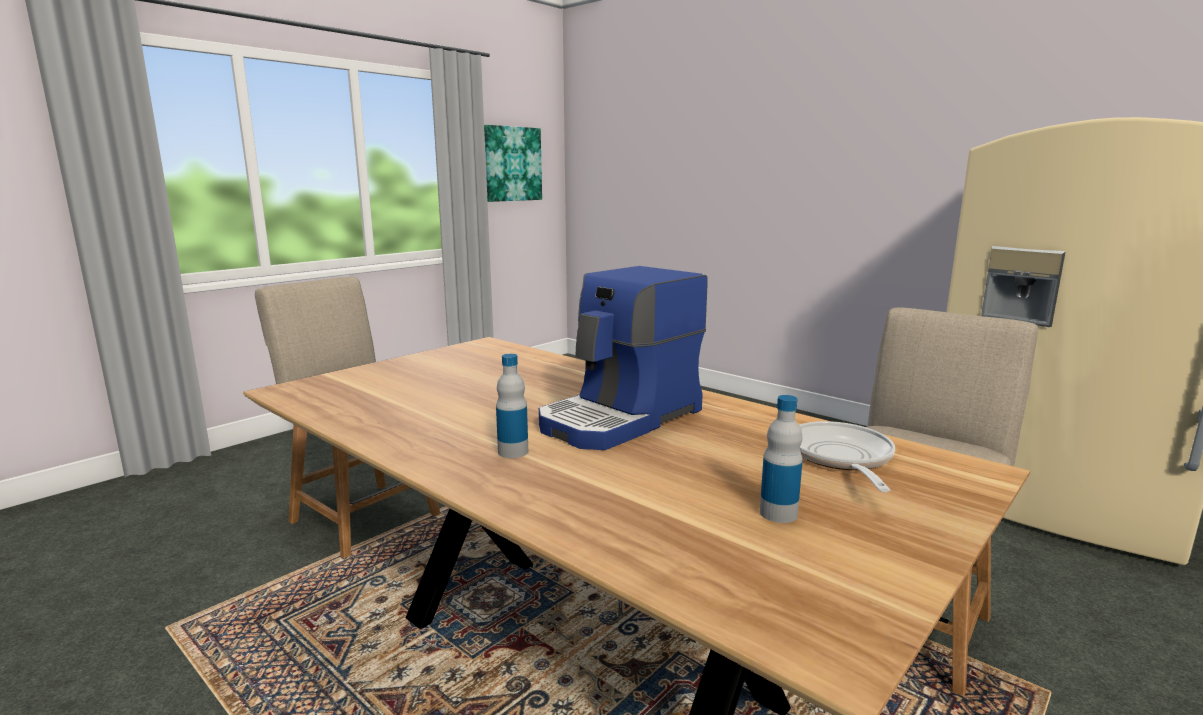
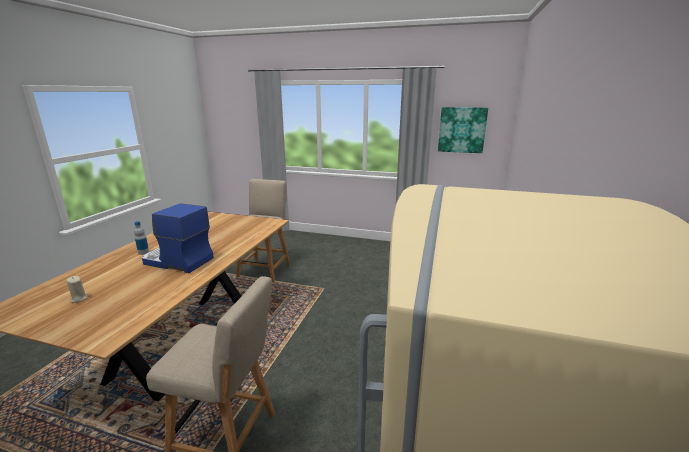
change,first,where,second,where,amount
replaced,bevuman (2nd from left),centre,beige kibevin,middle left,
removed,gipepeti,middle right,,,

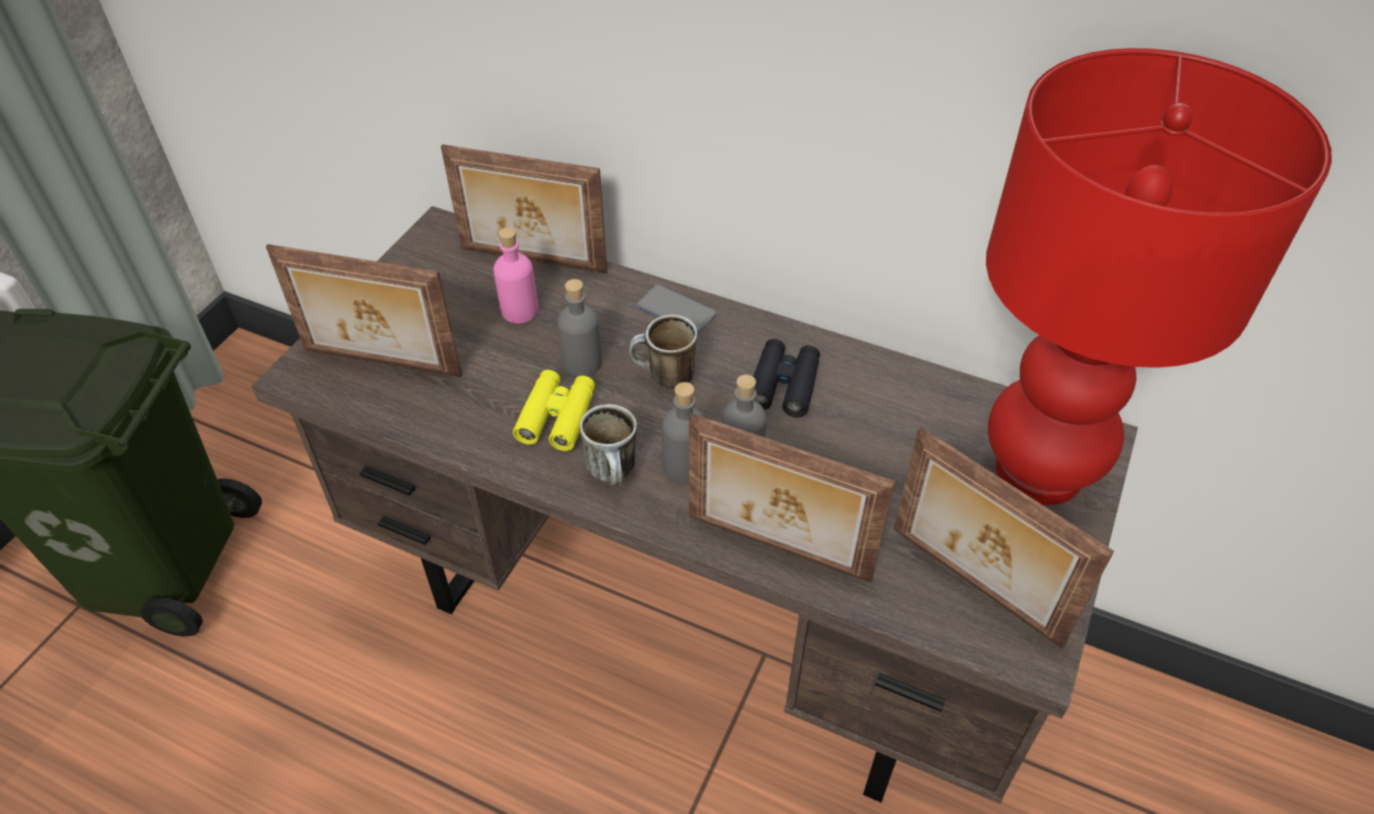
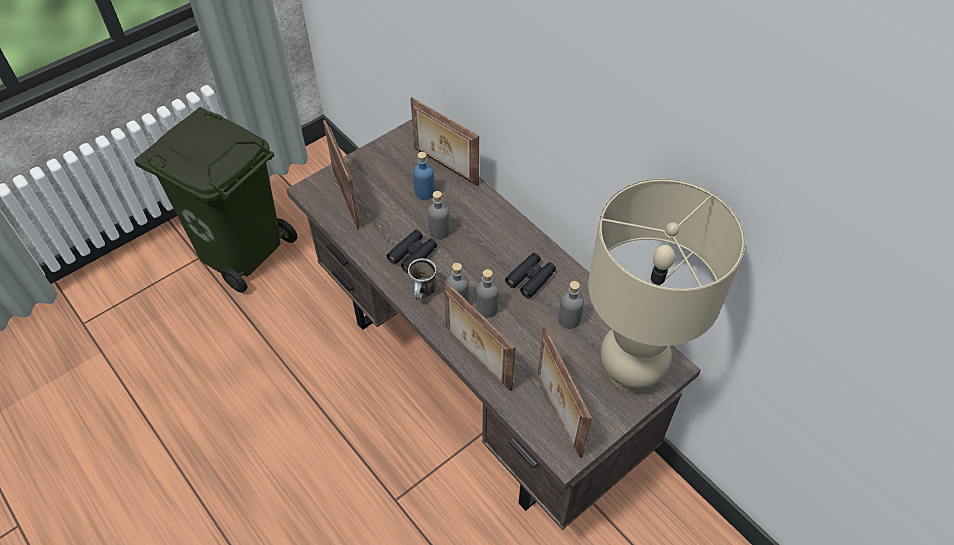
change,first,where,second,where,amount
turned,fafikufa (1st from left),middle left,,top centre,150 degrees counterclockwise
recoloured,pink bevuman,centre,blue bevuman,top centre,
recoloured,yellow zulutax,centre,black zulutax (1st from left),centre,
removed,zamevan (2nd from left),centre,,,
removed,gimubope,centre,,,
recoloured,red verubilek,middle right,beige verubilek,middle right,
added,,,grey bevuman (4th from left),centre,

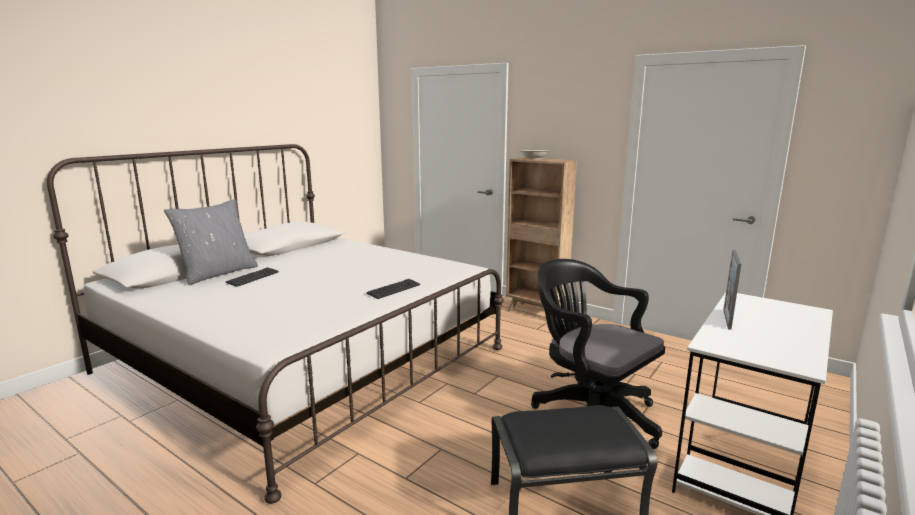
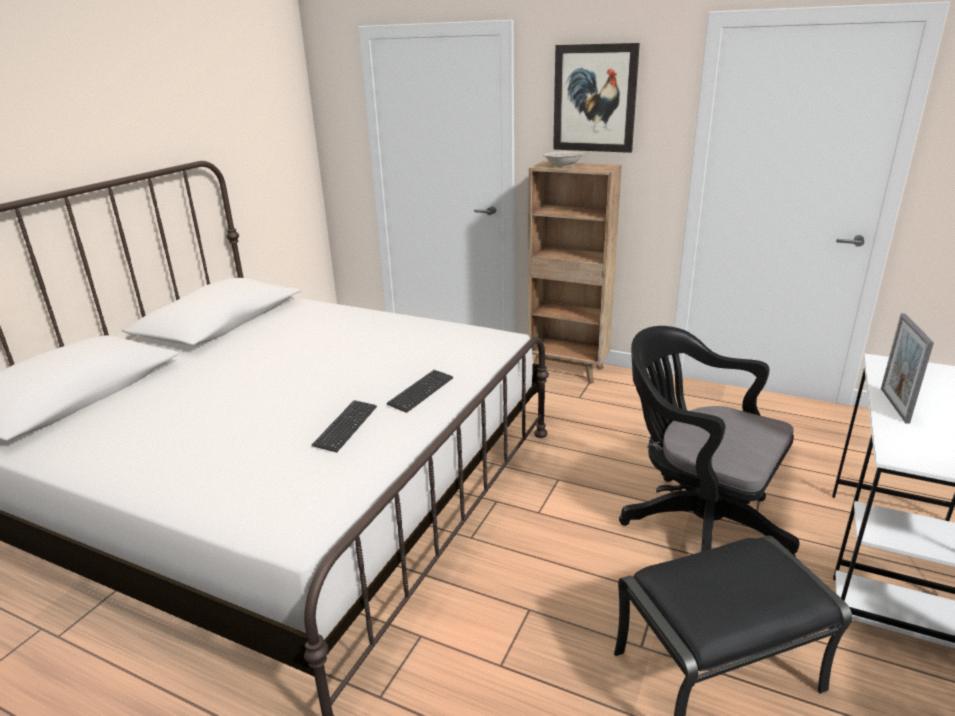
change,first,where,second,where,amount
removed,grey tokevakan,middle left,,,
moved,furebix (1st from left),middle left,,centre,
added,,,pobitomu,top centre,

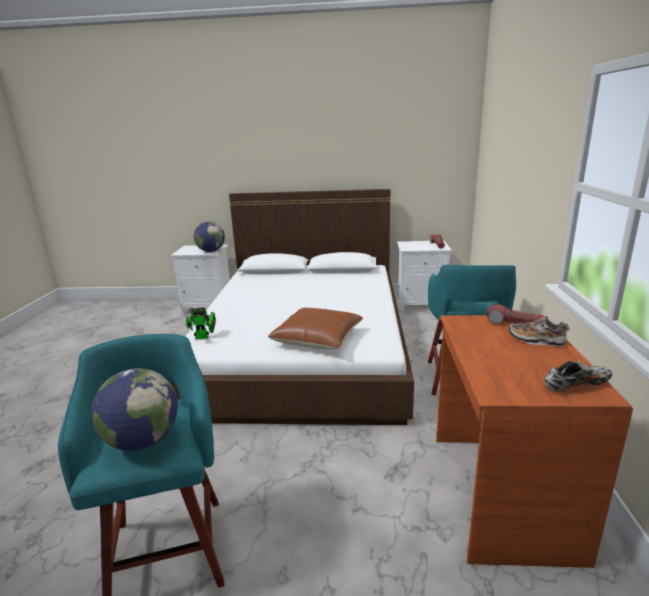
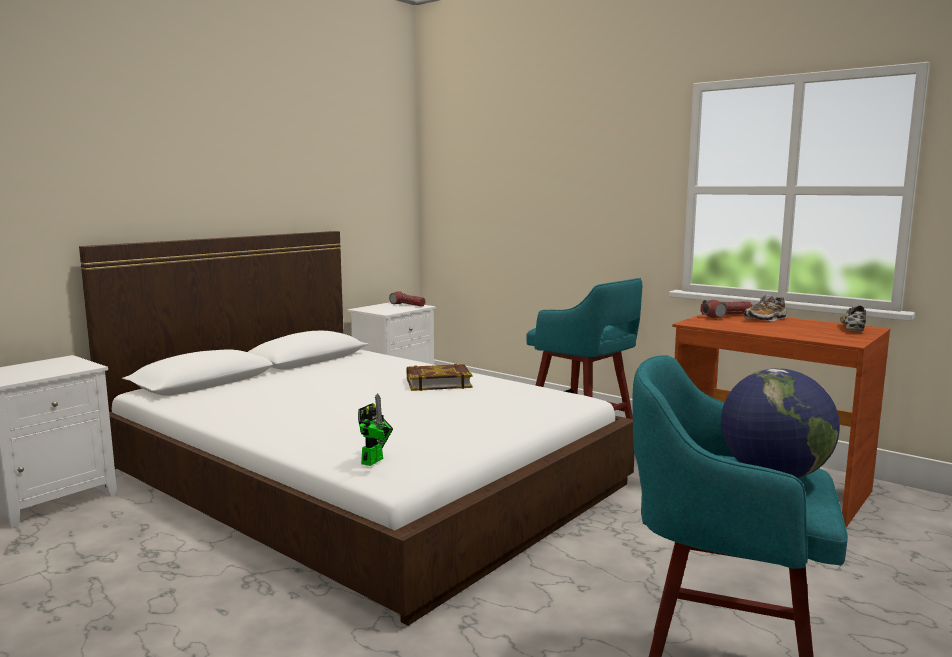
change,first,where,second,where,amount
removed,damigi (2nd from left),middle left,,,
removed,brown tokevakan,centre,,,
added,,,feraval,centre,

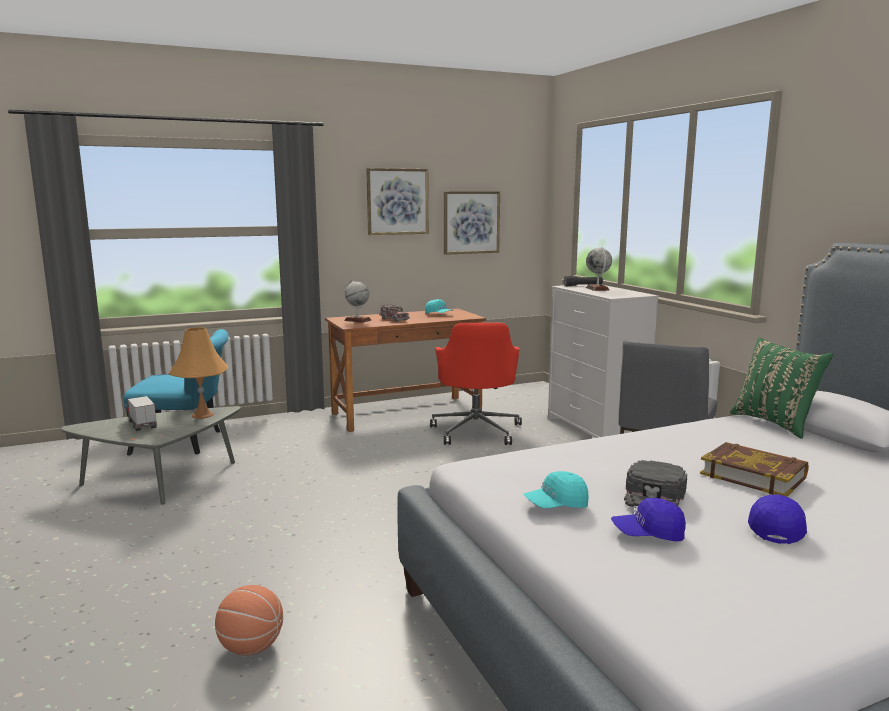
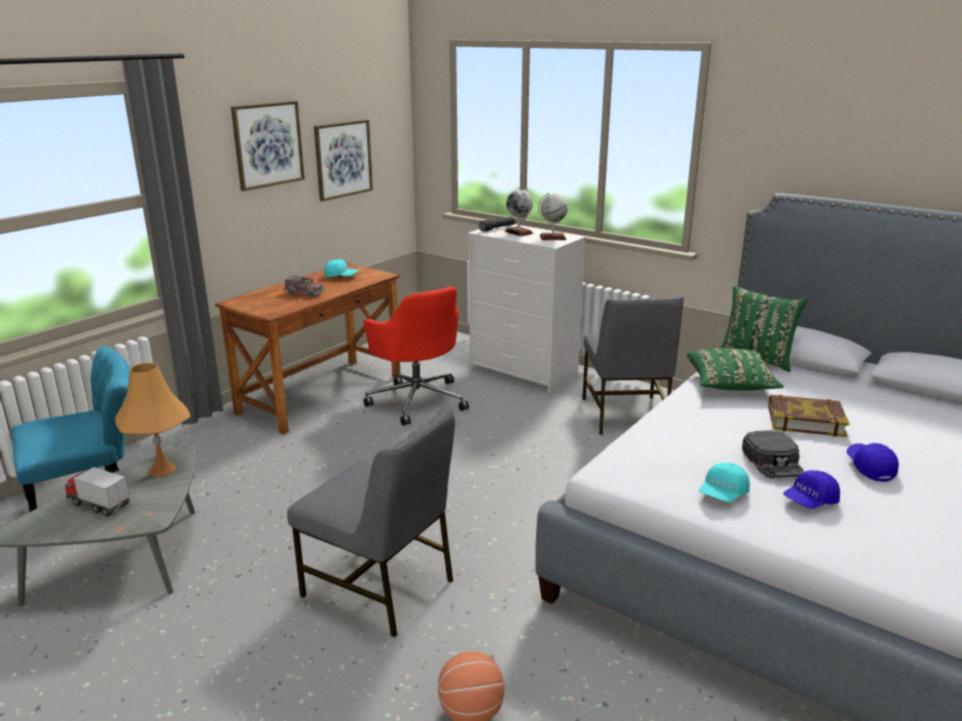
change,first,where,second,where,amount
moved,damigi (1st from left in the first image),centre,damigi (2nd from left),top centre,
added,,,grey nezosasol (1st from left),bottom centre,
added,,,green tokevakan (1st from left),middle right,

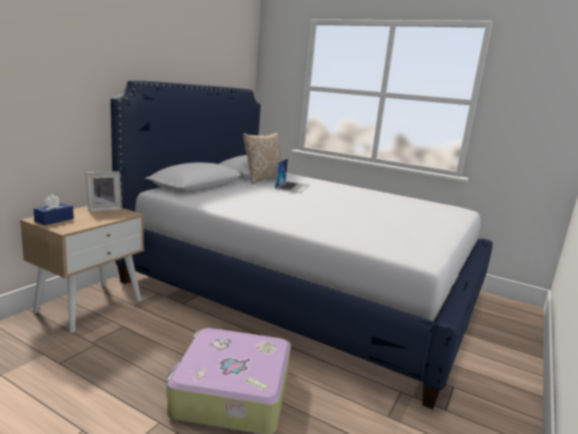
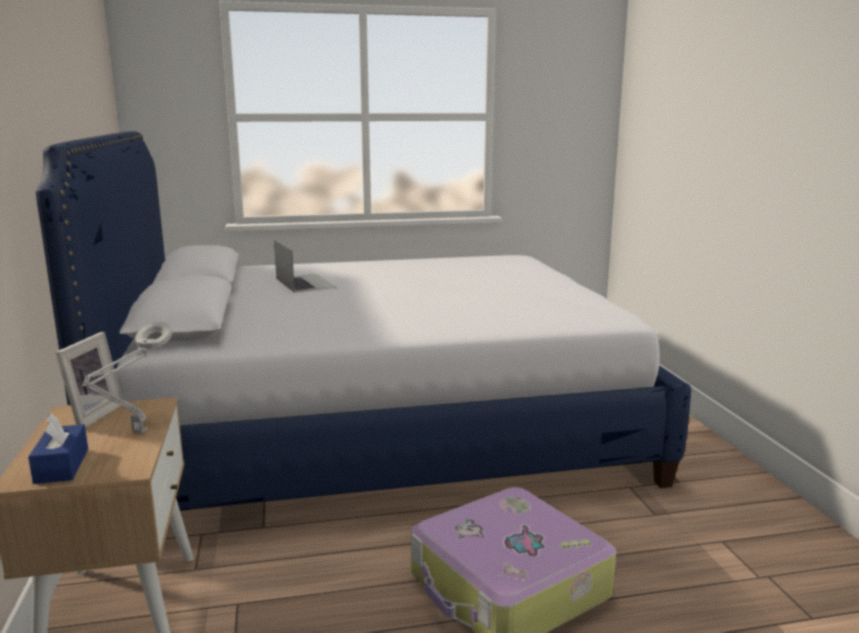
change,first,where,second,where,amount
removed,tokevakan,centre,,,
added,,,grey verubilek,middle left,

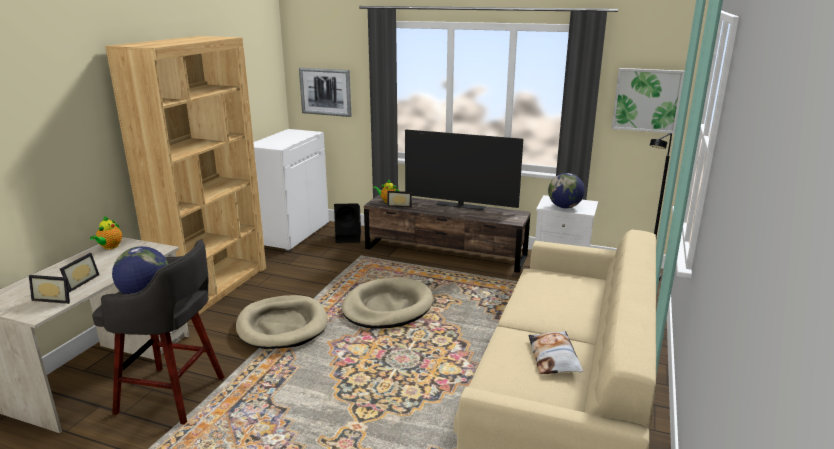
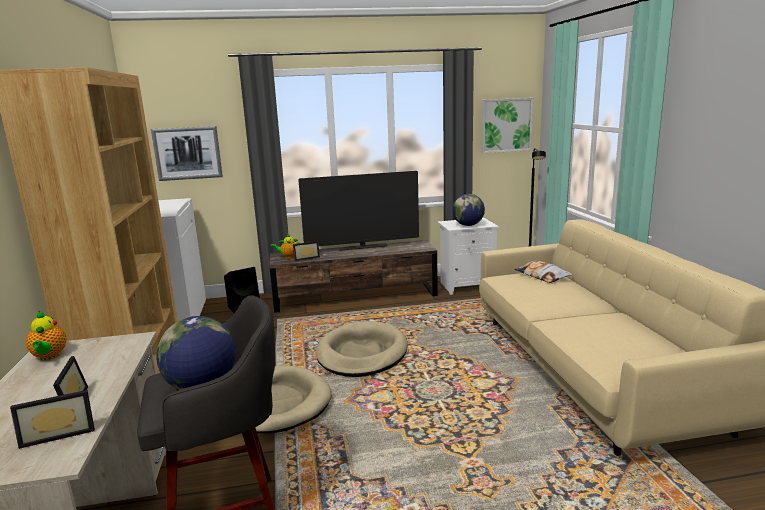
change,first,where,second,where,amount
moved,tokevakan,bottom centre,,middle right,

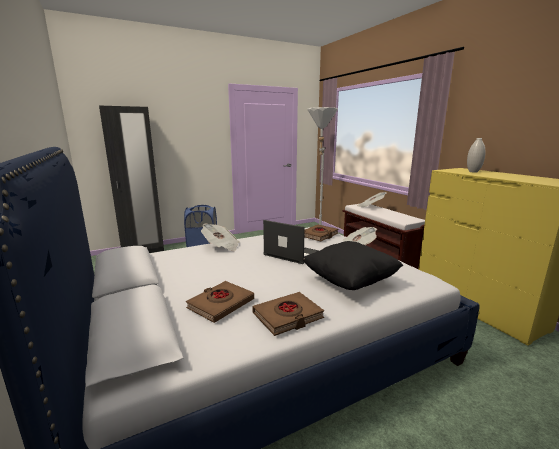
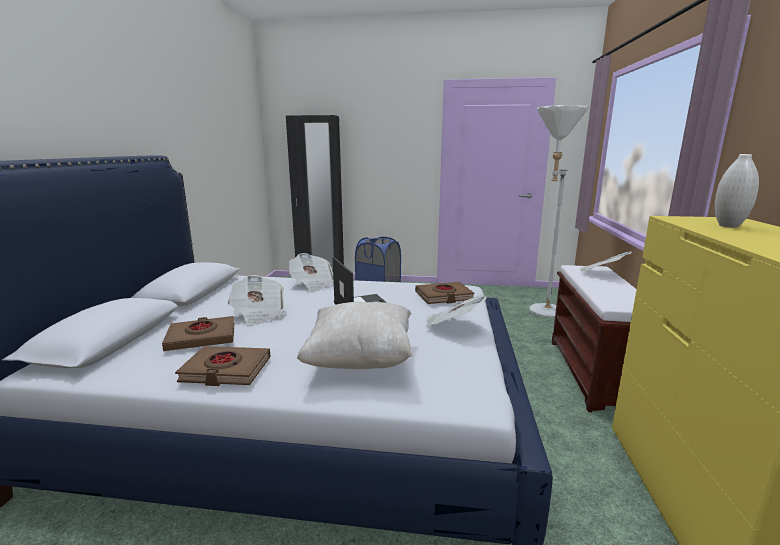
change,first,where,second,where,amount
recoloured,black tokevakan,centre,beige tokevakan,centre,
added,,,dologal (1st from left),middle left,

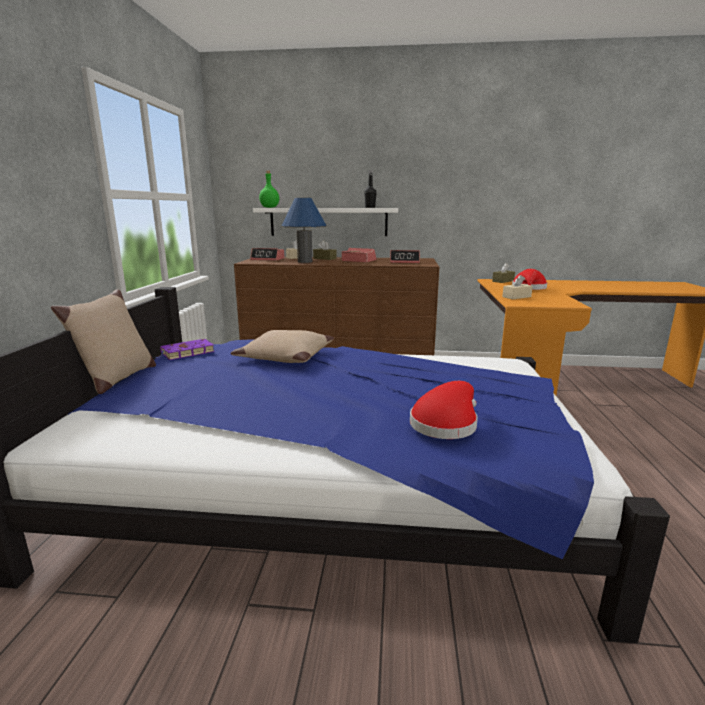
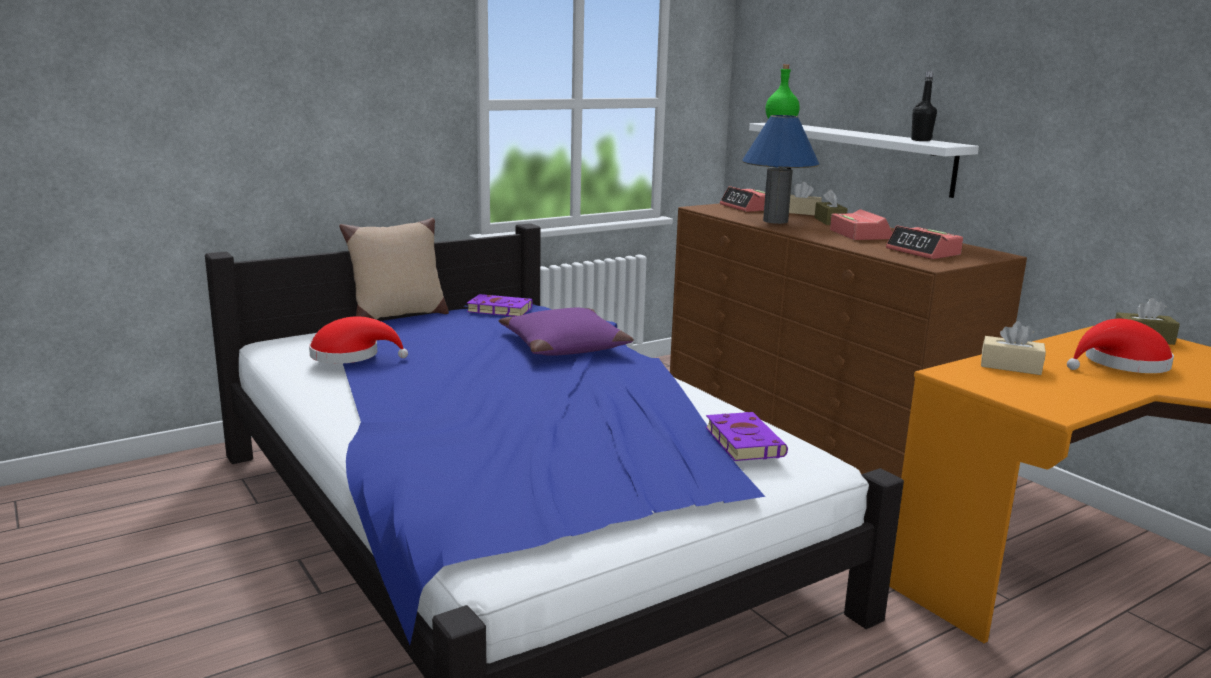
change,first,where,second,where,amount
recoloured,beige tokevakan (2nd from left),centre,purple tokevakan,centre,
moved,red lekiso (1st from left),centre,,middle left,
added,,,purple feraval (2nd from left),centre,

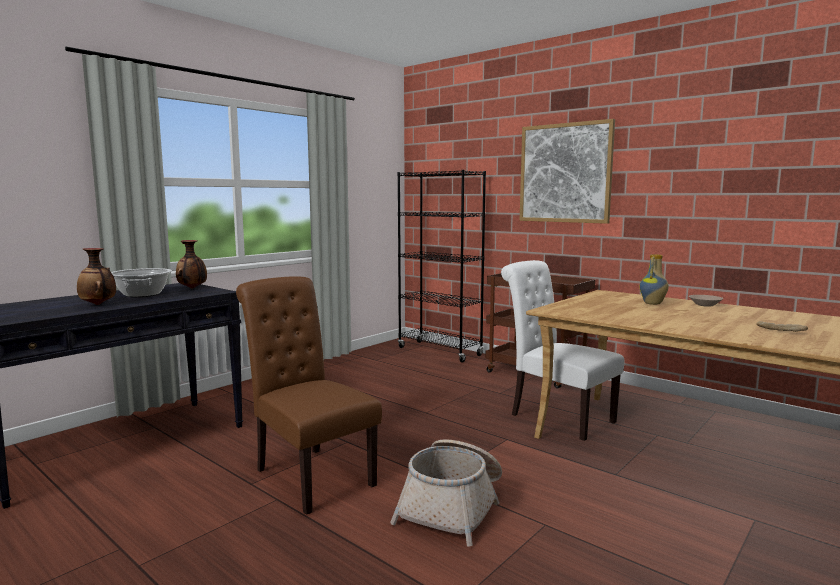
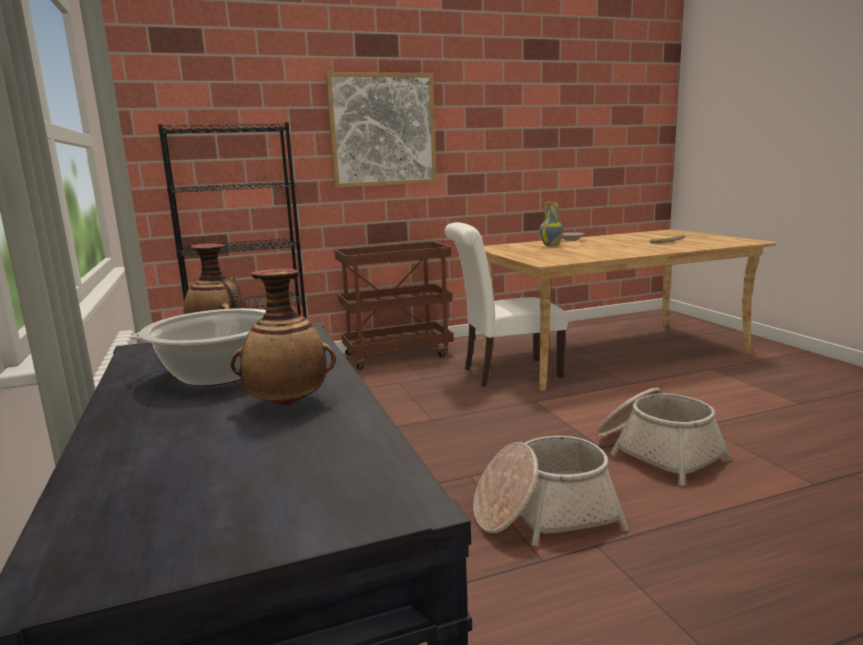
change,first,where,second,where,amount
replaced,brown nezosasol,bottom centre,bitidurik (1st from left),bottom centre,

